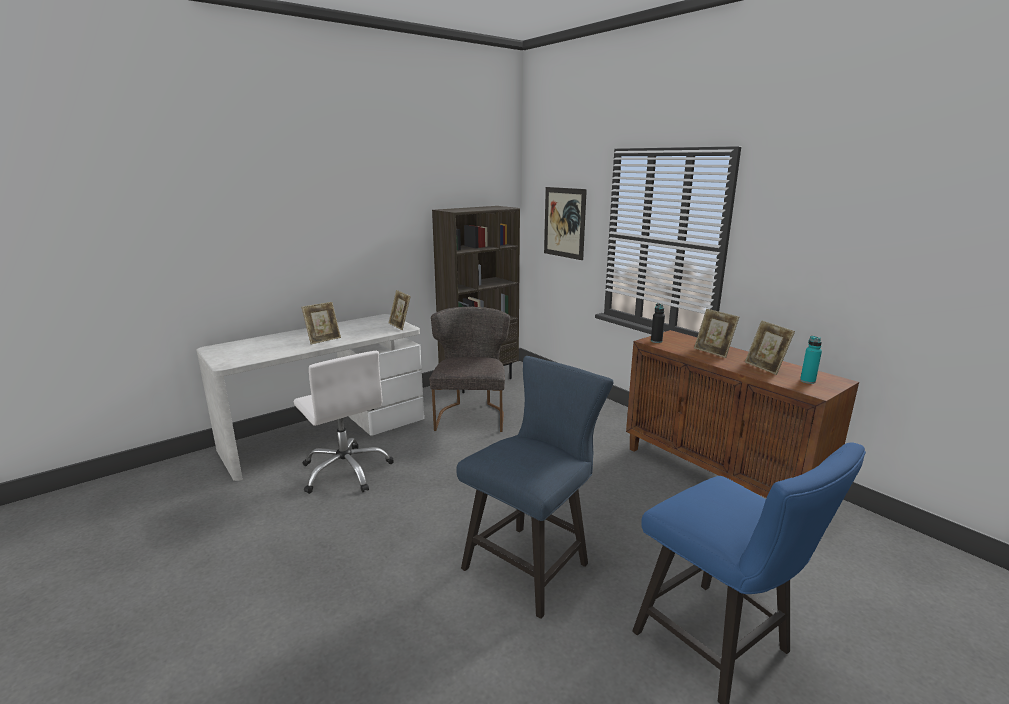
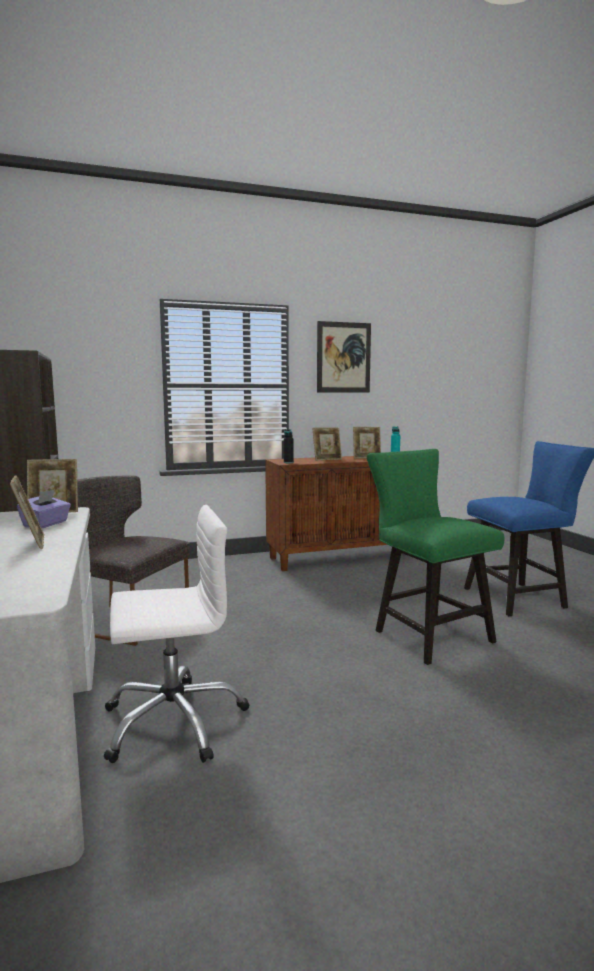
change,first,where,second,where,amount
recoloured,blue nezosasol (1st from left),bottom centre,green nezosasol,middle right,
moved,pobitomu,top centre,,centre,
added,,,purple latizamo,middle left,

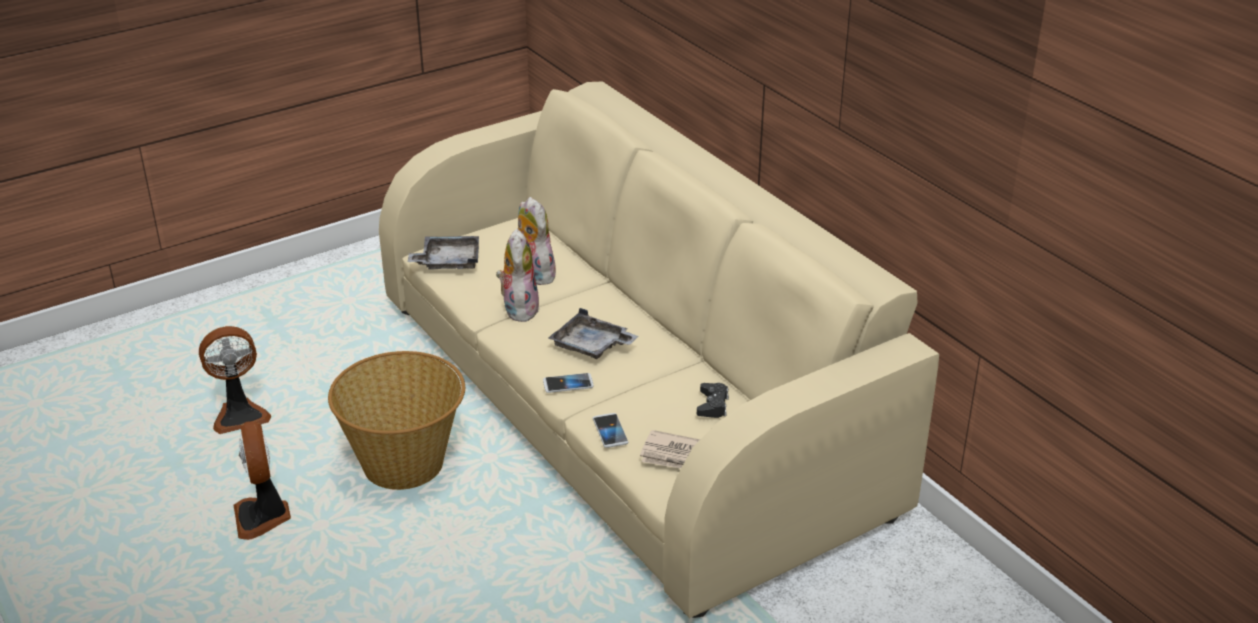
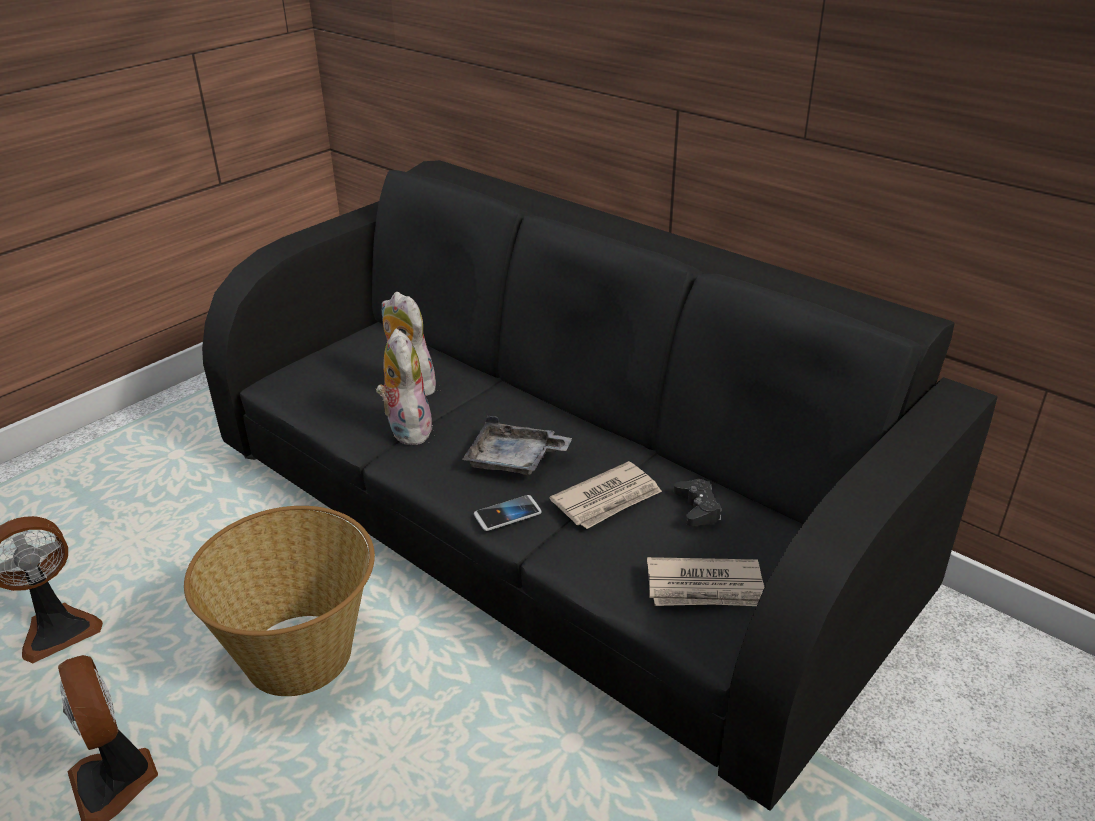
change,first,where,second,where,amount
recoloured,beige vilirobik,centre,black vilirobik,centre,
removed,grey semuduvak (1st from left),centre,,,
removed,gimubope (2nd from left),bottom centre,,,
added,,,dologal (1st from left),centre,

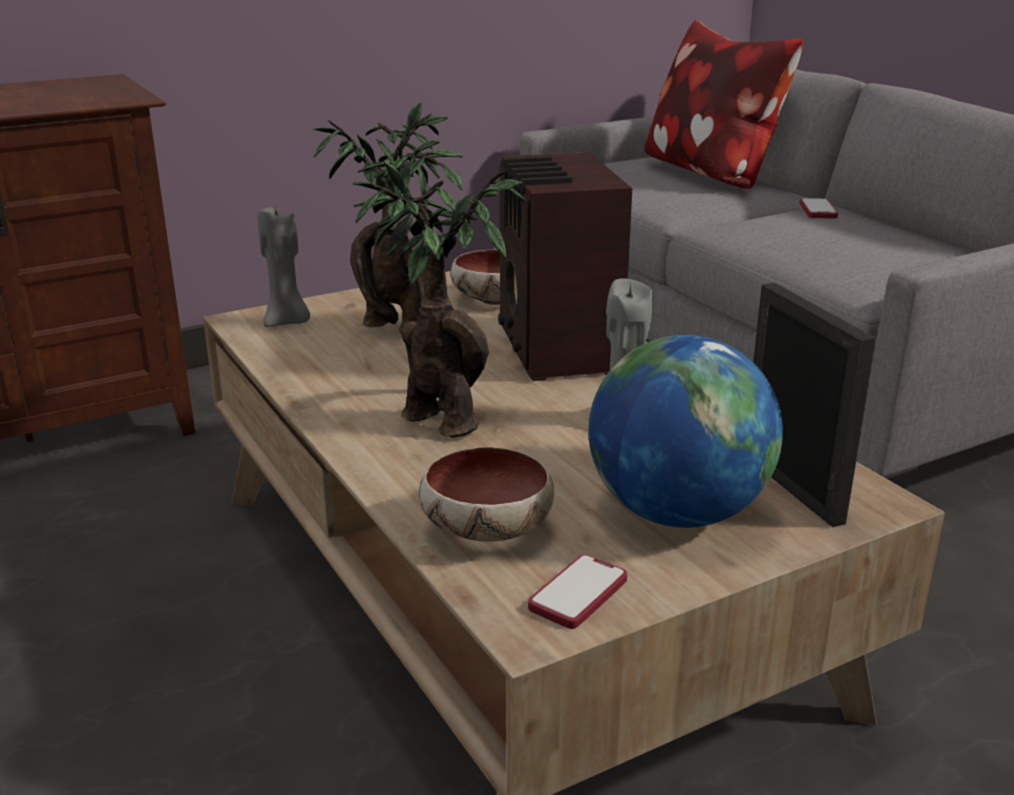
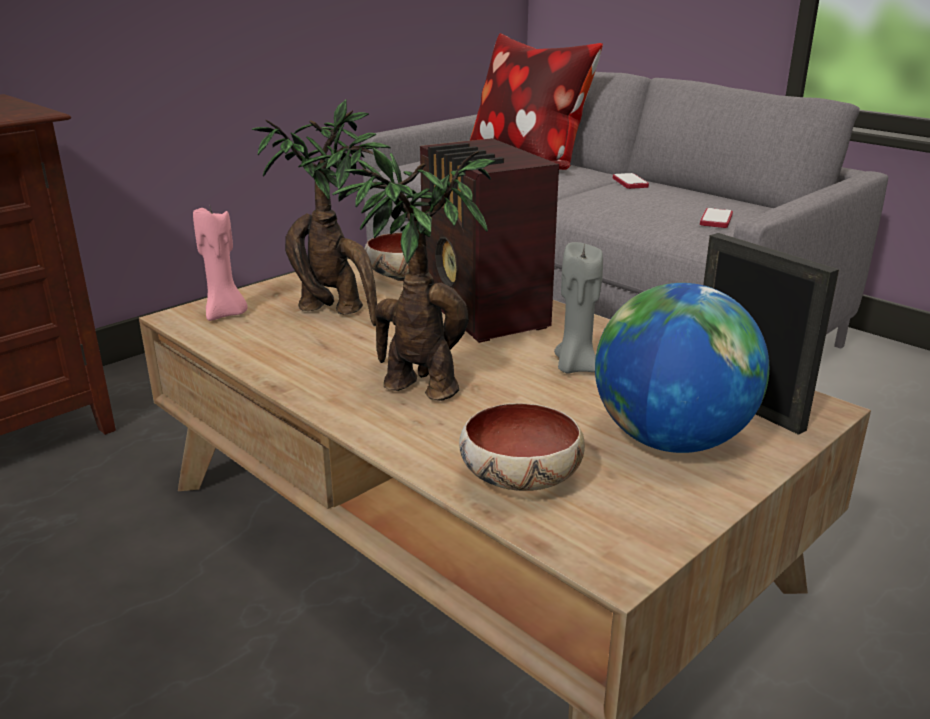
change,first,where,second,where,amount
recoloured,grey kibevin (1st from left),middle left,pink kibevin,middle left,
moved,gimubope (1st from left in the first image),bottom centre,gimubope (2nd from left),top right,

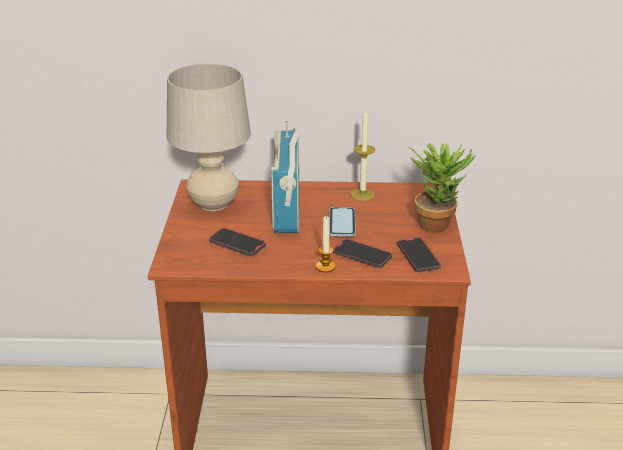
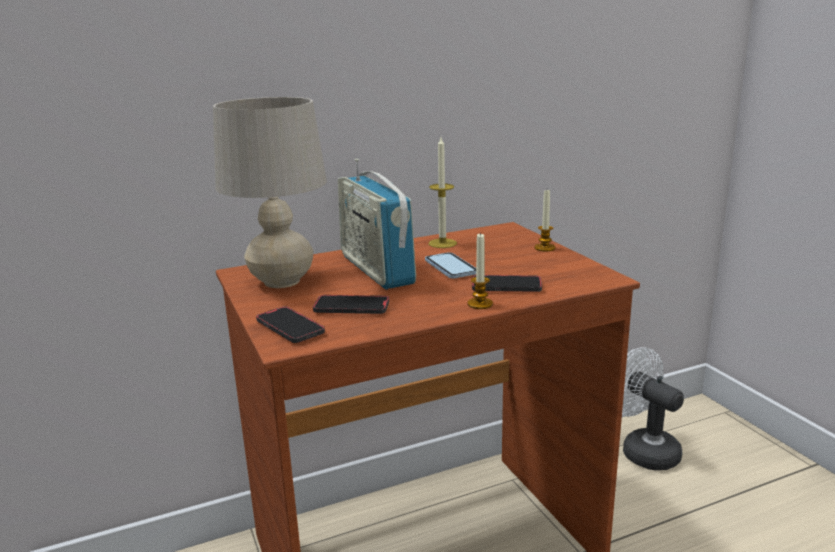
change,first,where,second,where,amount
moved,gimubope (4th from left in the first image),middle right,gimubope (1st from left),centre,
replaced,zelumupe,middle right,kibevin (3rd from left),centre,
added,,,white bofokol,bottom right,

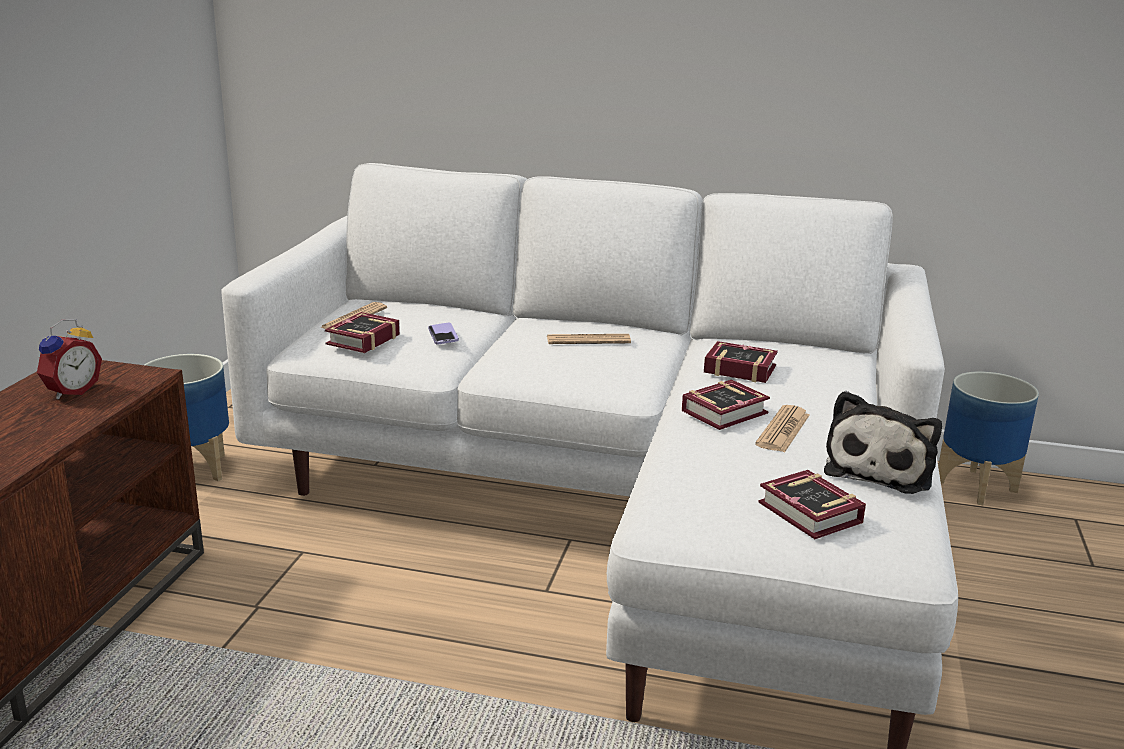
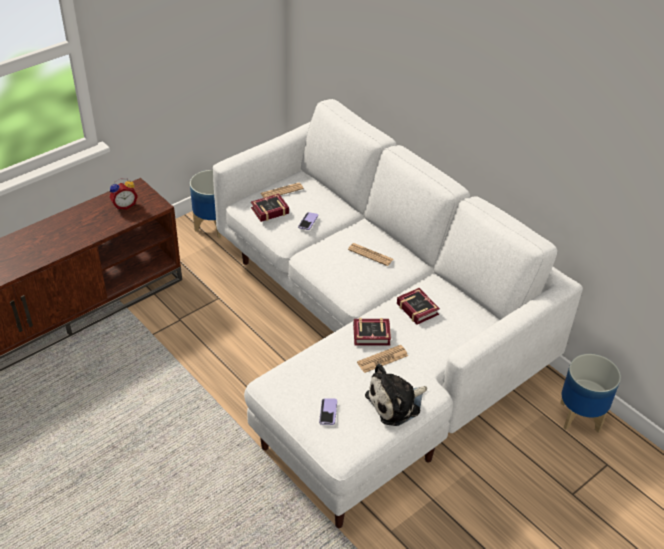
change,first,where,second,where,amount
replaced,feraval (4th from left),bottom right,gimubope (2nd from left),bottom centre,

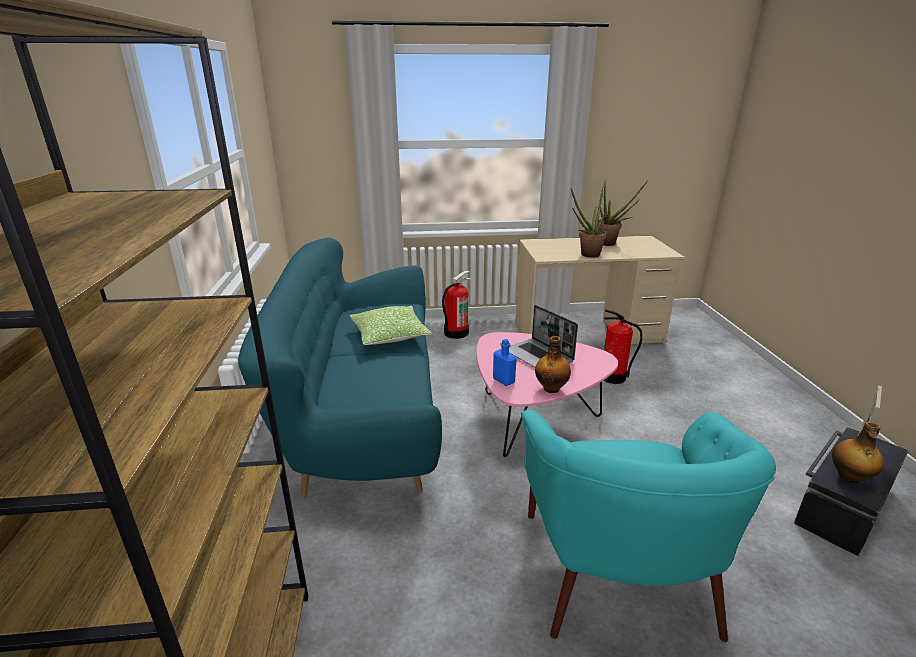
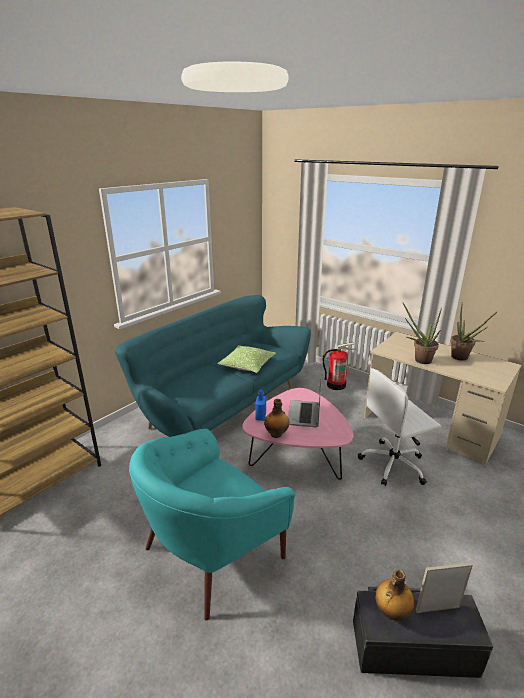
change,first,where,second,where,amount
replaced,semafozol (2nd from left),middle right,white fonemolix,middle right,

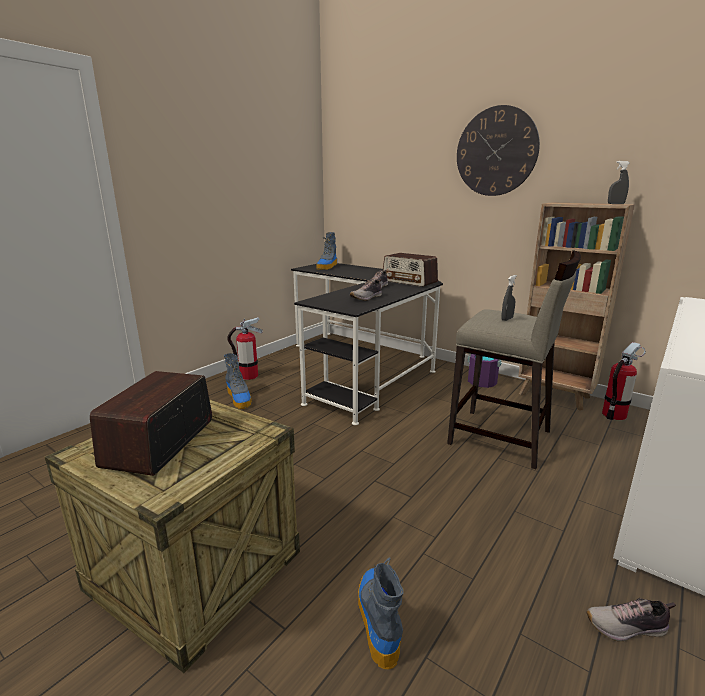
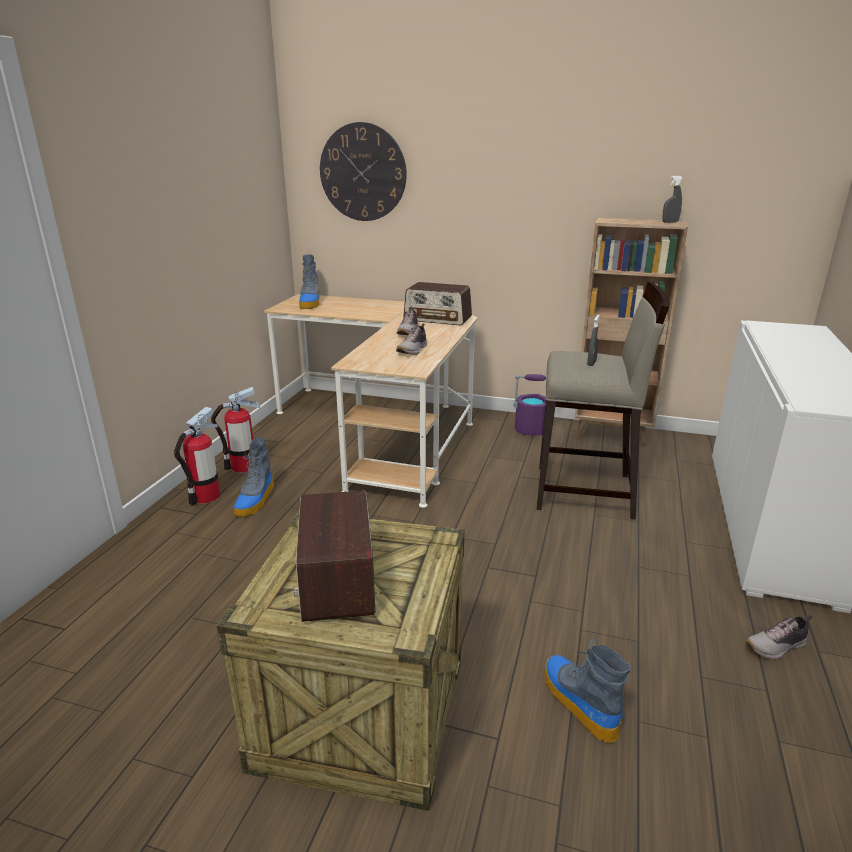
change,first,where,second,where,amount
turned,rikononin (1st from left),centre,,middle left,60 degrees clockwise
recoloured,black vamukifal,centre,beige vamukifal,centre,
moved,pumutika,top right,,top centre,
moved,semafozol (2nd from left in the first image),middle right,semafozol (1st from left),middle left,

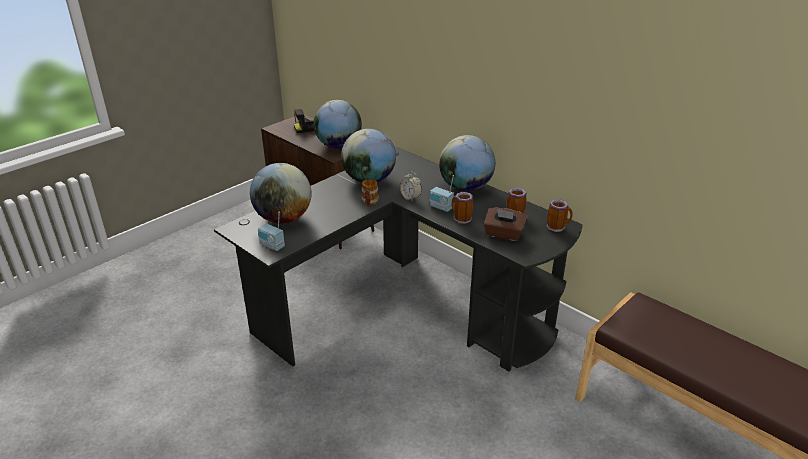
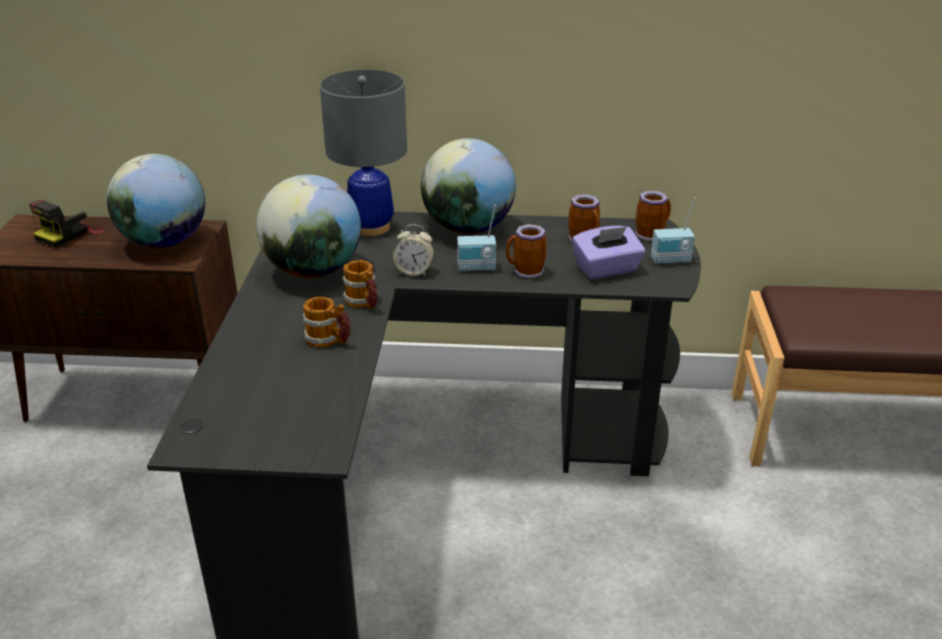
change,first,where,second,where,amount
removed,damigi (1st from left),centre,,,
moved,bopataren (1st from left in the first image),centre,bopataren (2nd from left),middle right,
recoloured,brown latizamo,centre,purple latizamo,centre,
added,,,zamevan (1st from left),centre,
added,,,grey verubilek,top centre,

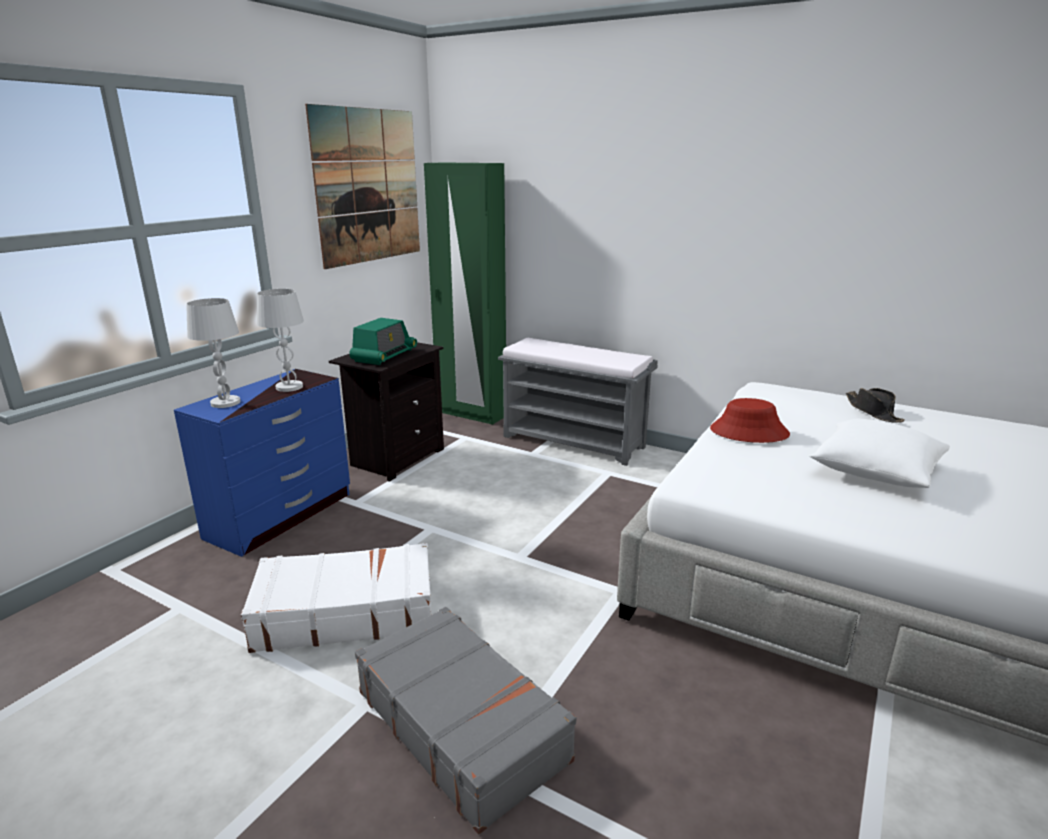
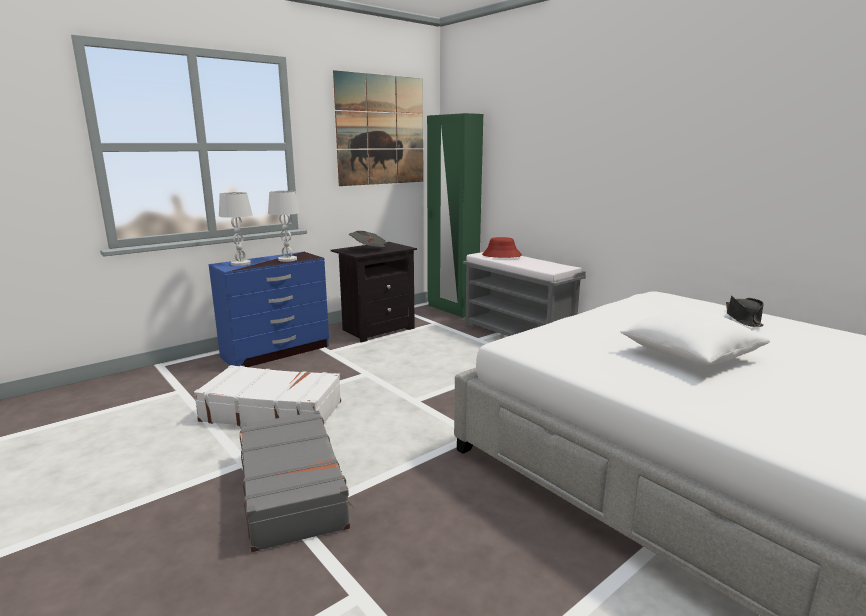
change,first,where,second,where,amount
replaced,bopataren,centre,dologal,centre,
moved,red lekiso,middle right,,centre,

